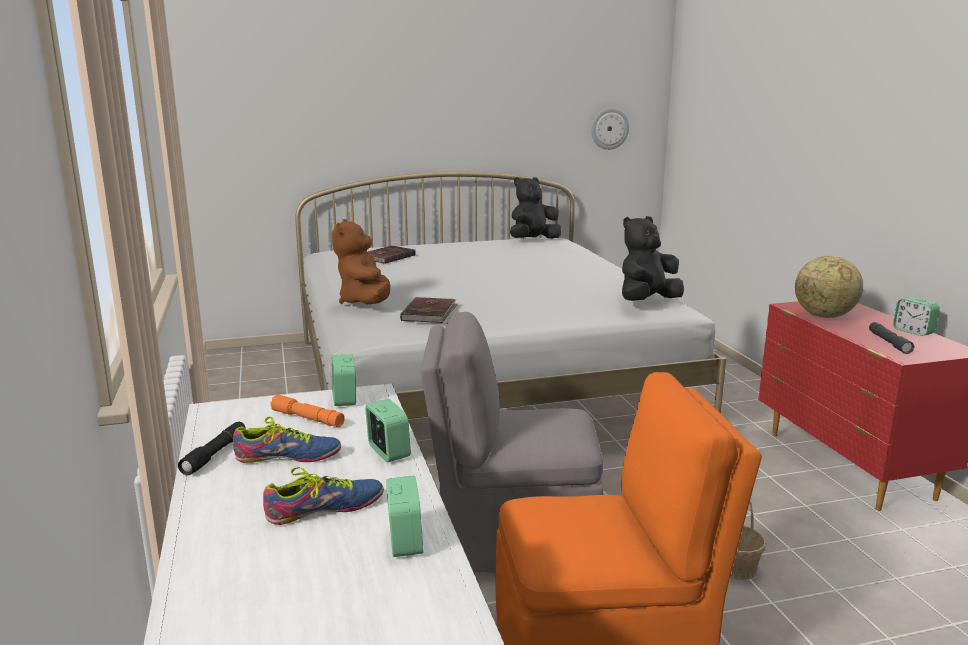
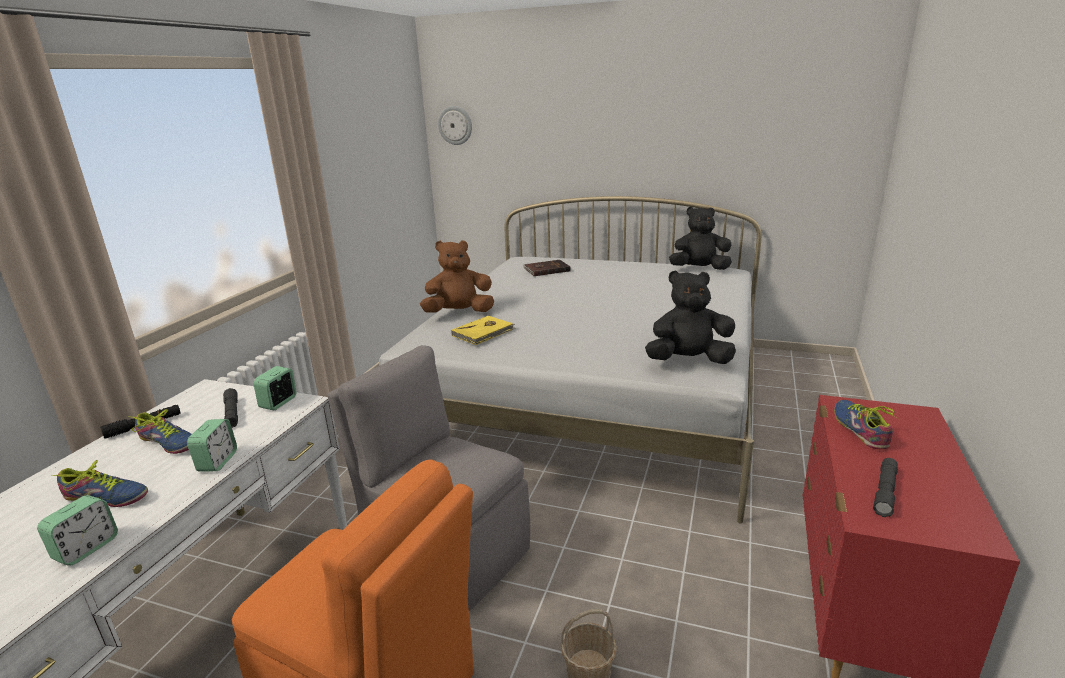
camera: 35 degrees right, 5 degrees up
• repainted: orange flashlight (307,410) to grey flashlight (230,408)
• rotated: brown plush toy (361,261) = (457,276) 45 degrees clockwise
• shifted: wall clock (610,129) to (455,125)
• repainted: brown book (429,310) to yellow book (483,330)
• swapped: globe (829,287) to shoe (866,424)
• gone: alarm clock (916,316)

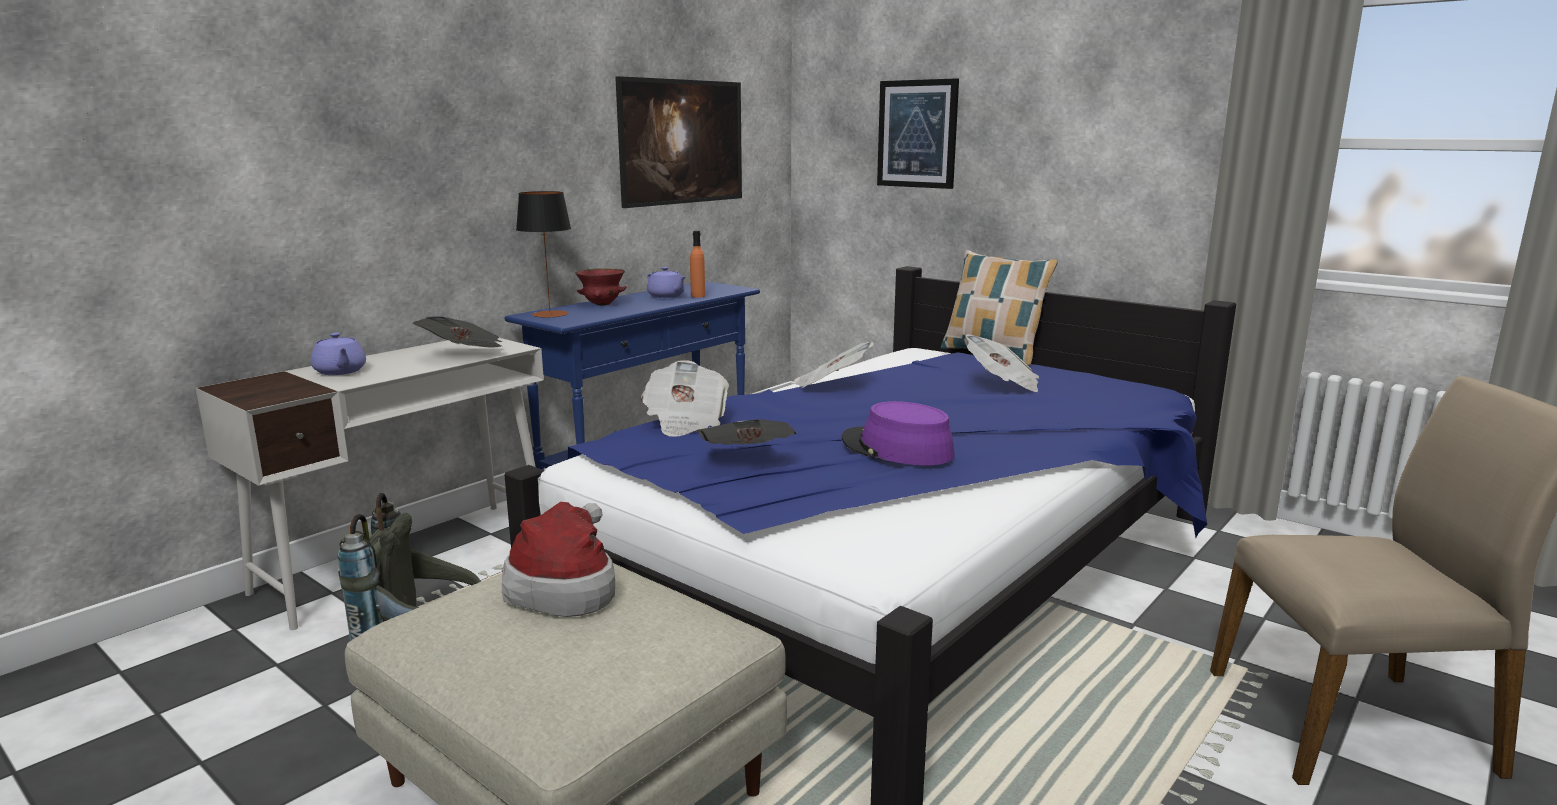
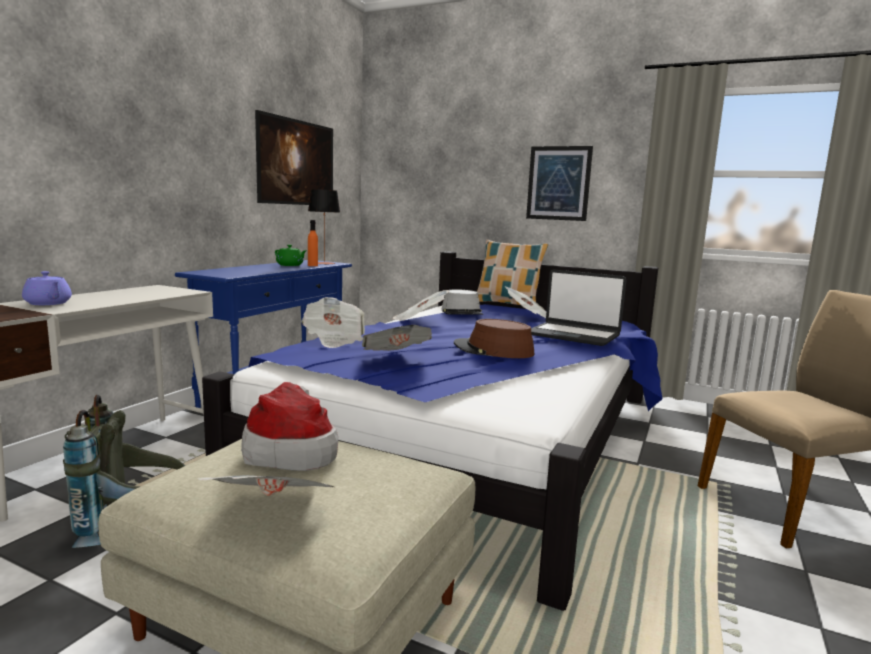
camera: 15 degrees left, 5 degrees down
• shifted: newspaper (457,331) to (265,485)
• repainted: purple teapot (666,282) to green teapot (290,255)
• shifted: table lamp (543,254) to (324,227)
• new: grey hat (462,302)
• repainted: purple hat (898,433) to brown hat (494,338)
• shifted: picture (918,133) to (559,183)
• new: laptop (578,307)
• gone: red bowl (600,287)

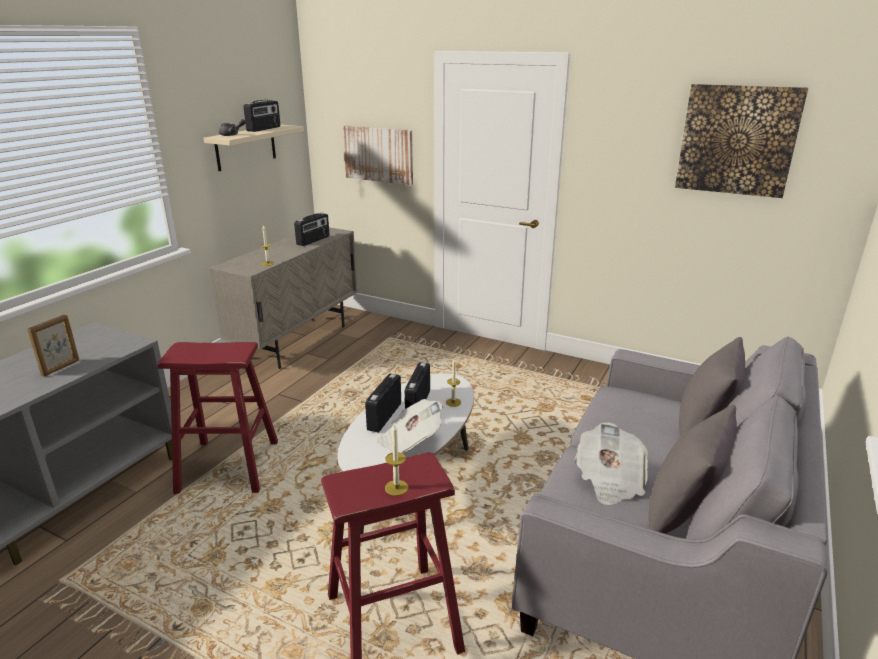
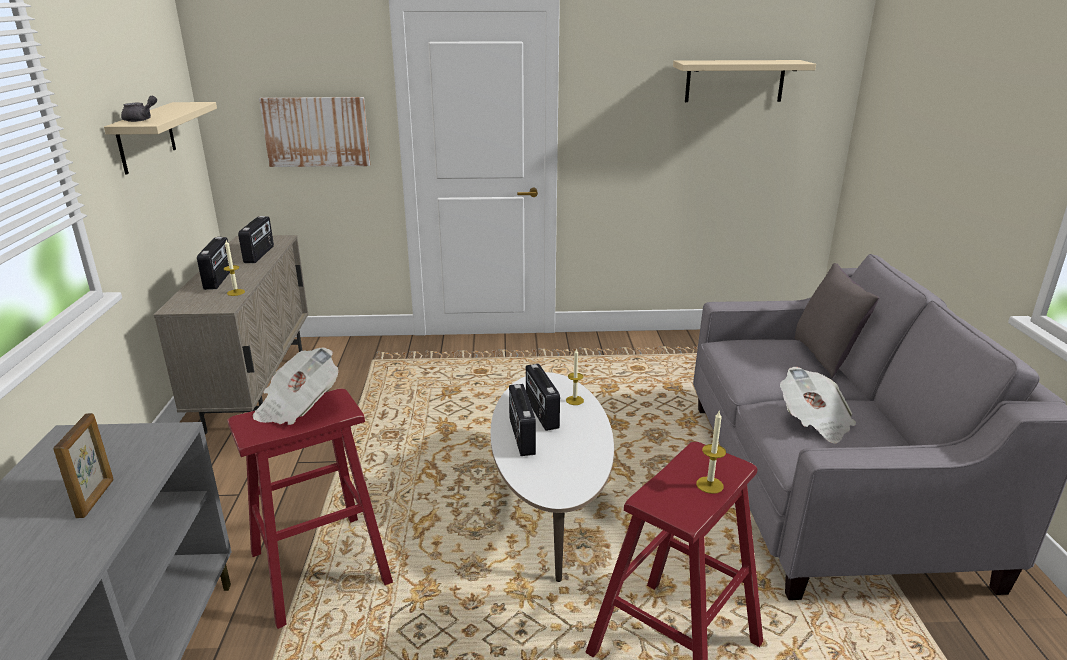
camera: 30 degrees left, 0 degrees up
• shifted: radio (261,116) to (213,263)
• shifted: newspaper (410,426) to (296,386)
• swapped: picture (741,141) to beige shelf (744,81)
• gone: grey pillow (692,469)

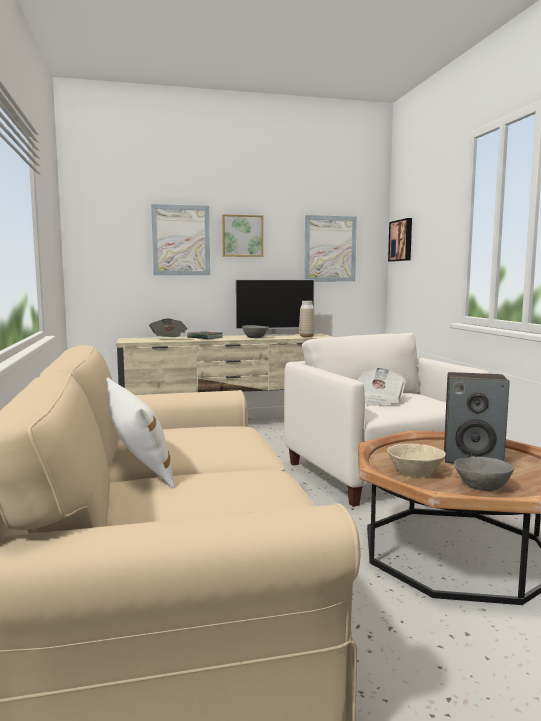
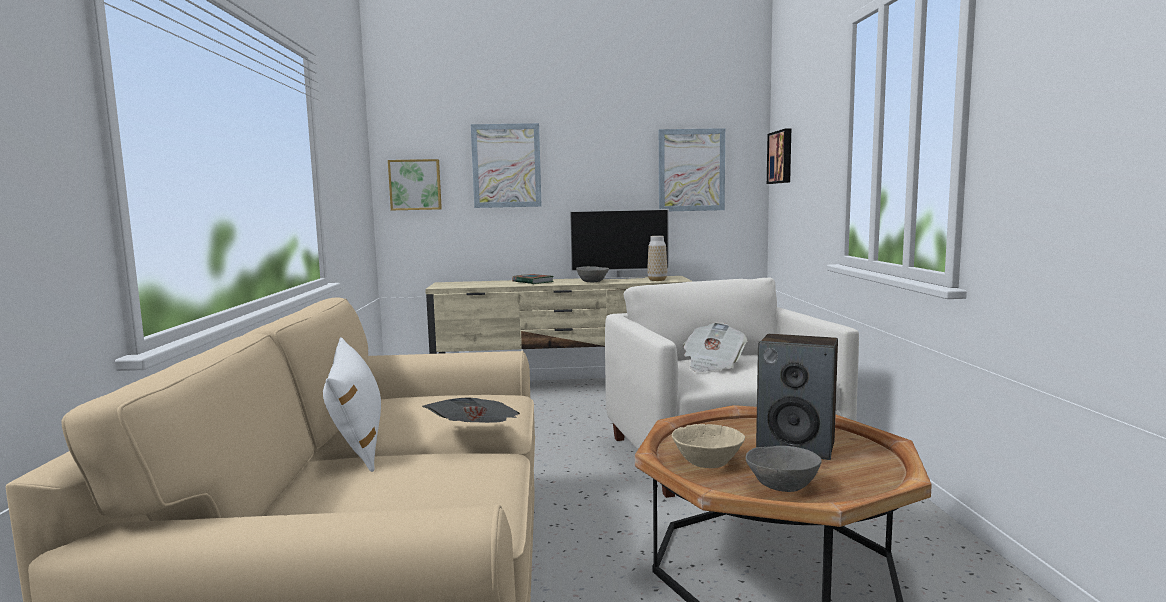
camera: 10 degrees right, 0 degrees up
• shifted: picture (242,235) to (415,184)
• shifted: newspaper (168,327) to (471,410)

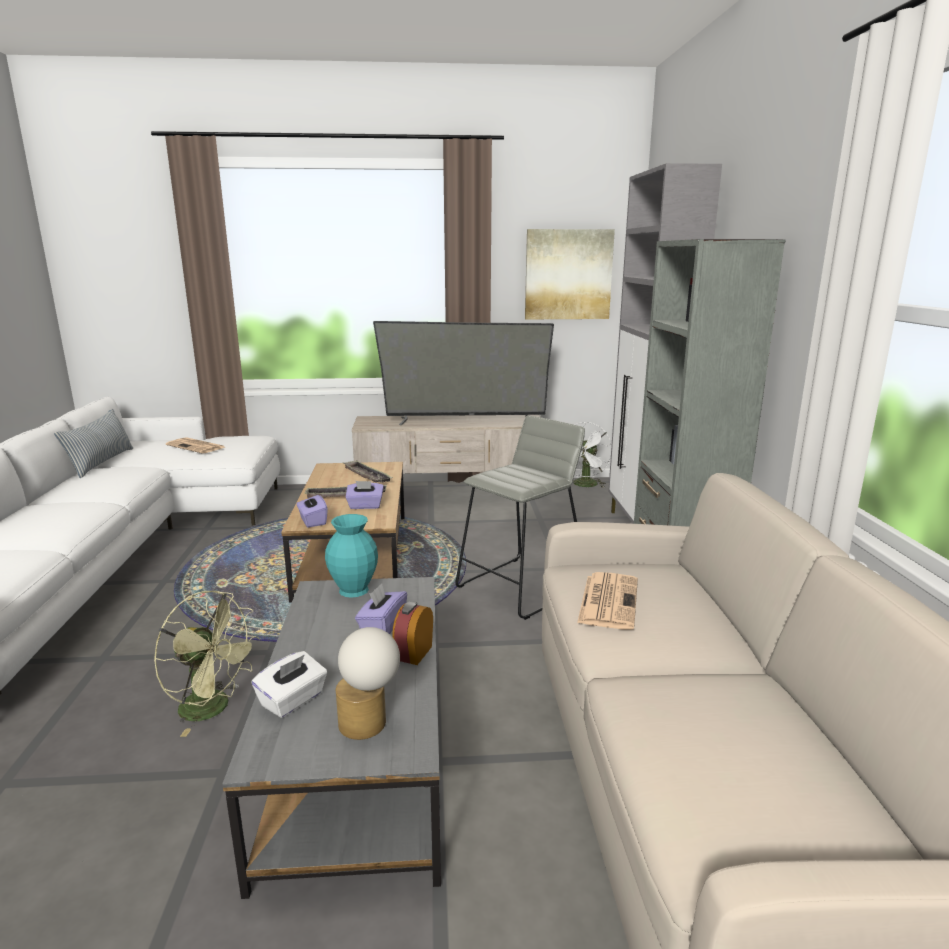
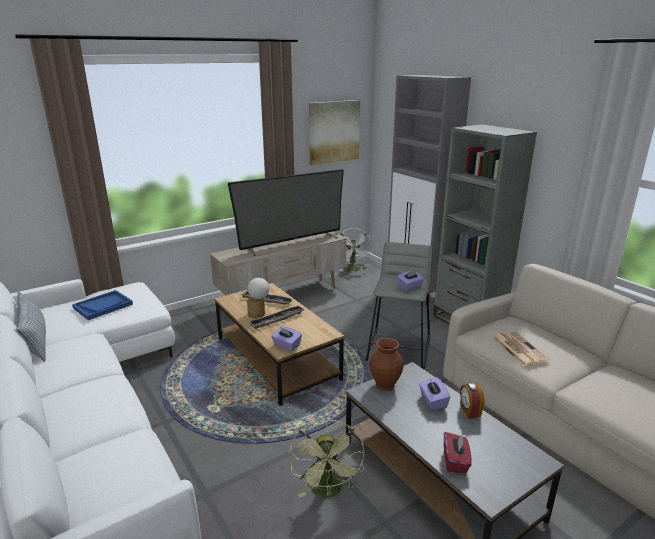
camera: 30 degrees left, 5 degrees up
• swapped: newspaper (195,445) to blue tray (102,305)
• shifted: table lamp (368,683) to (258,298)
• rotated: green fan (207,664) = (326,458) 90 degrees clockwise
• repainted: turquoise vase (351,556) to brown vase (386,364)
• shifted: purple tissue box (365,495) to (410,281)
• repainted: white tissue box (289,684) to red tissue box (458,452)

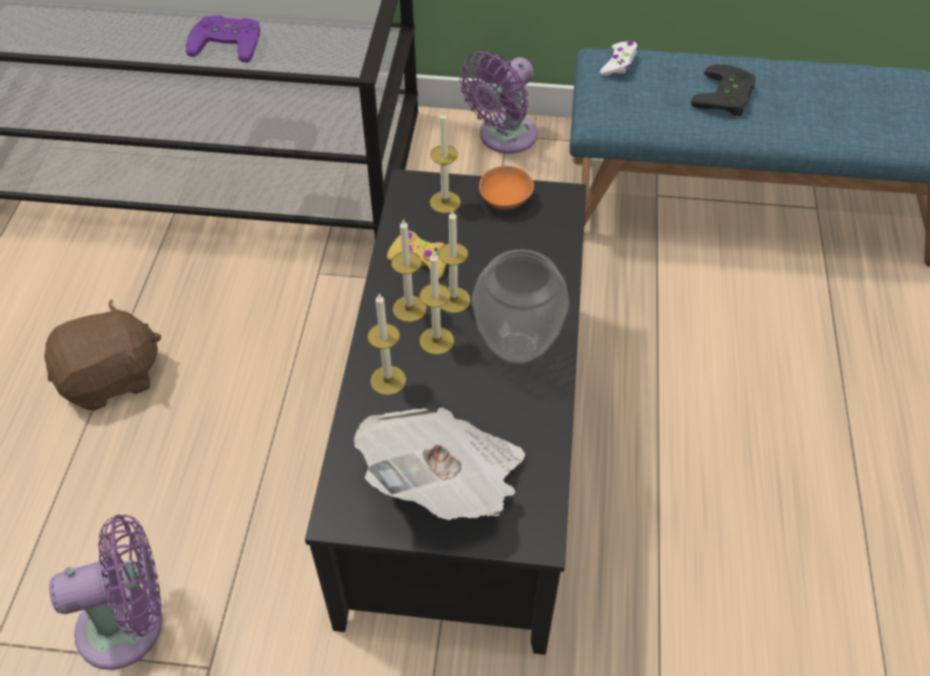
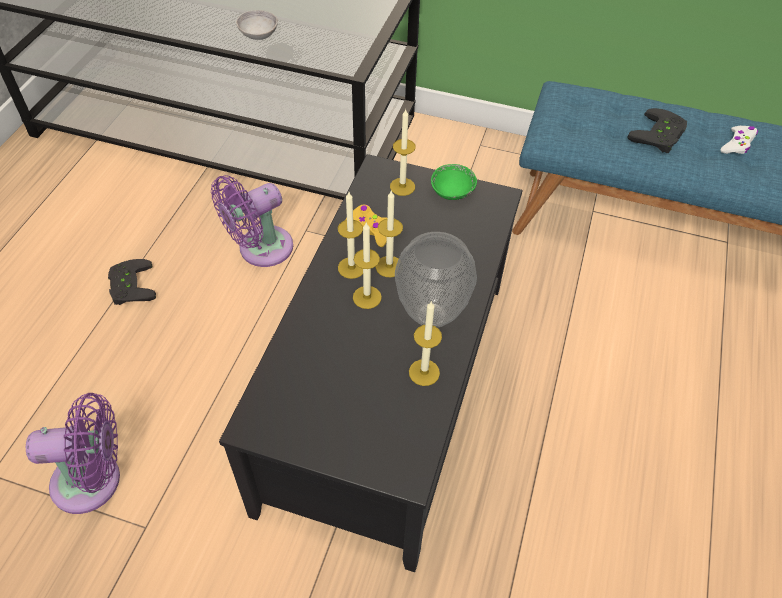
camera: 10 degrees right, 0 degrees up
• swapped: brown plush toy (102,354) to black game controller (132,282)
• shifted: purple fan (498,102) to (252,221)
• swapped: purple game controller (223,39) to grey bowl (257,25)
• shifted: candle (386,344) to (425,344)
• repainted: orange bowl (506,188) to green bowl (454,182)
• shifted: white game controller (619,58) to (739,140)
• gone: newspaper (439,463)

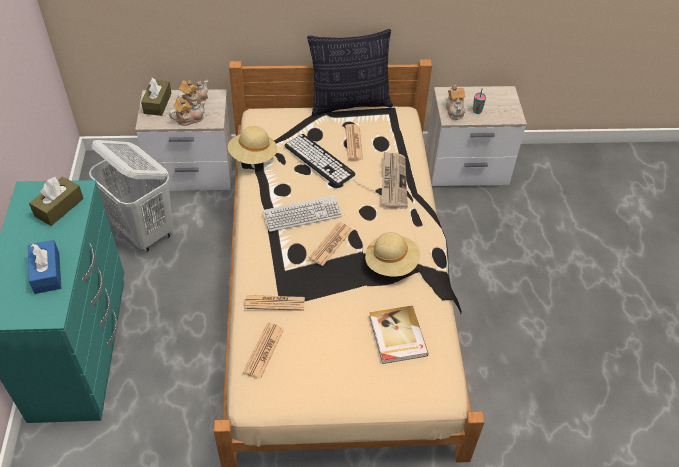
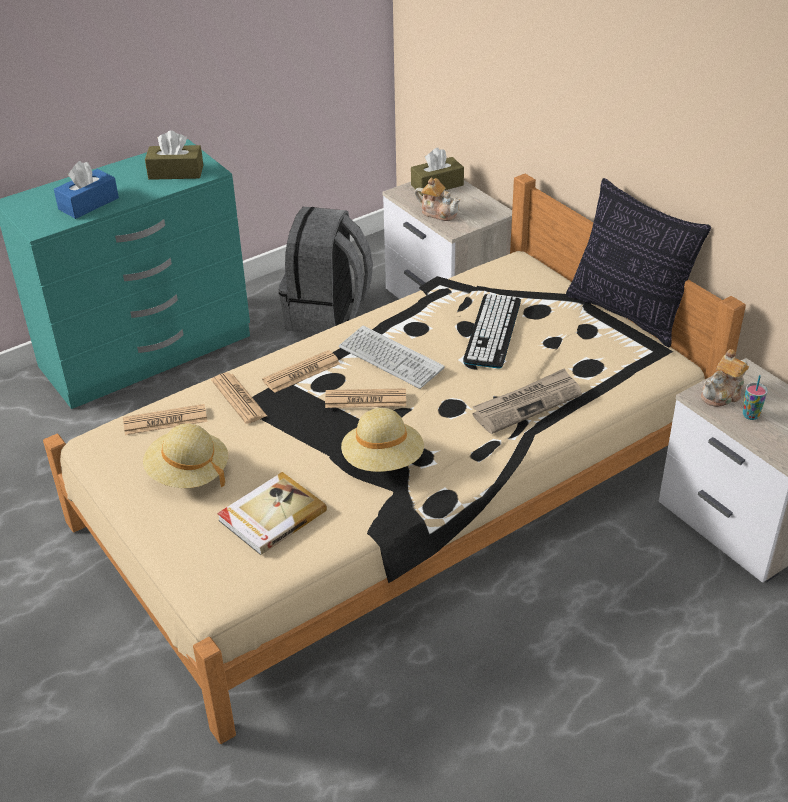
camera: 60 degrees right, 10 degrees down
• shifted: beige hat (252,145) to (185,455)
• shifted: newspaper (354,142) to (301,371)
• swapped: white laundry basket (131,196) to grey backpack (326,270)
• gone: teapot (192,93)

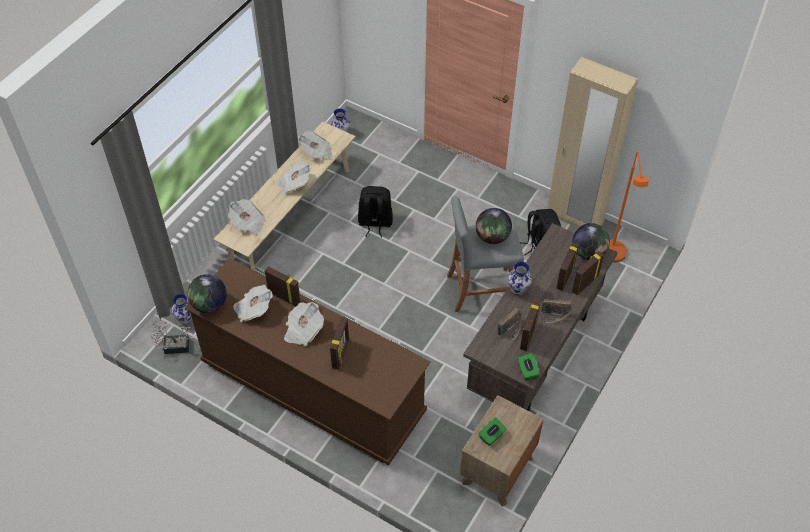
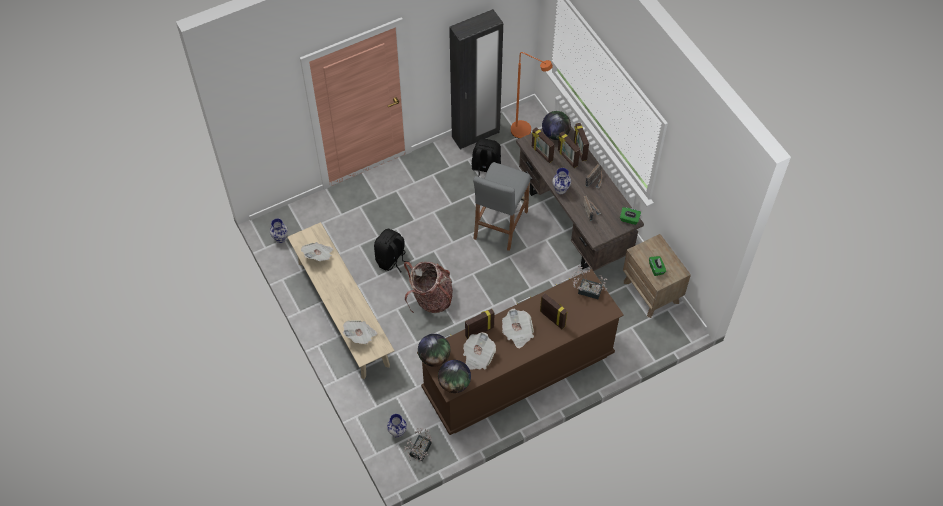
camera: 60 degrees left, 5 degrees up
• new: backpack (428,287)
• shifted: globe (494,226) to (434,350)
• repainted: beige wardrobe (592,142) to black wardrobe (476,79)
• shifted: picture frame (530,326) to (543,145)
• new: potted plant (590,282)
• gone: newspaper (293,177)

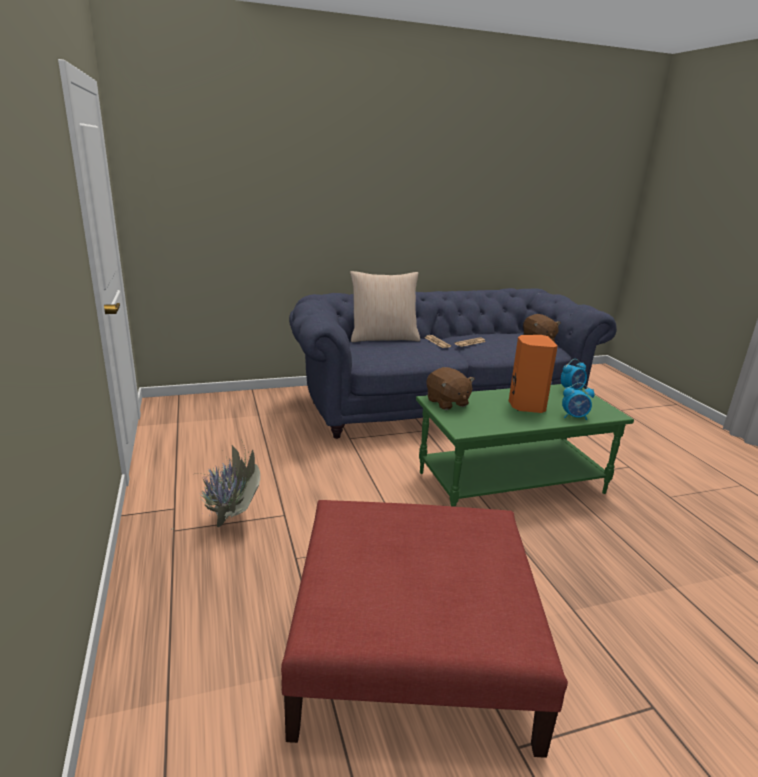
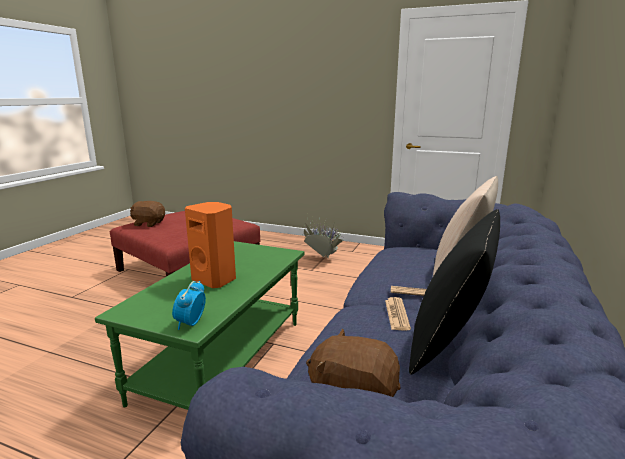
camera: 130 degrees right, 5 degrees down
• shifted: brown plush toy (451,388) to (147,214)
• new: black pillow (454,292)
• gone: alarm clock (578,401)

